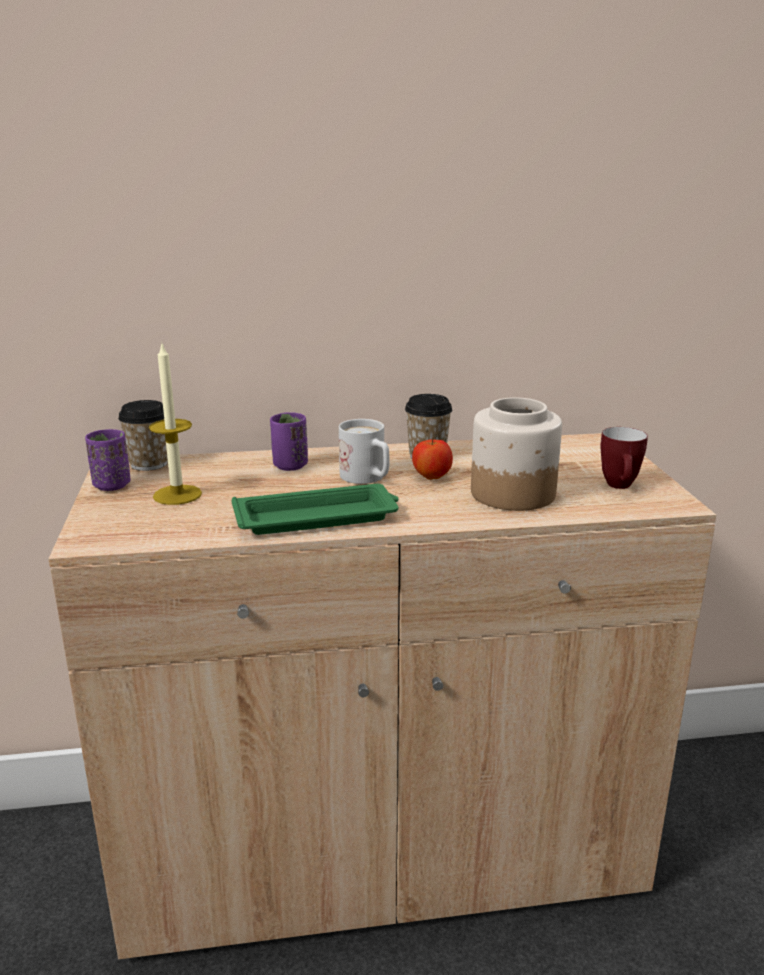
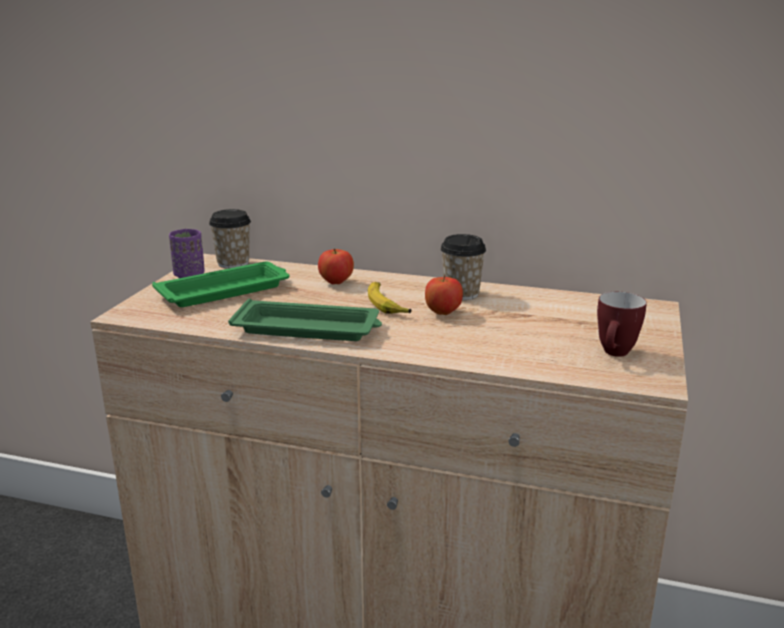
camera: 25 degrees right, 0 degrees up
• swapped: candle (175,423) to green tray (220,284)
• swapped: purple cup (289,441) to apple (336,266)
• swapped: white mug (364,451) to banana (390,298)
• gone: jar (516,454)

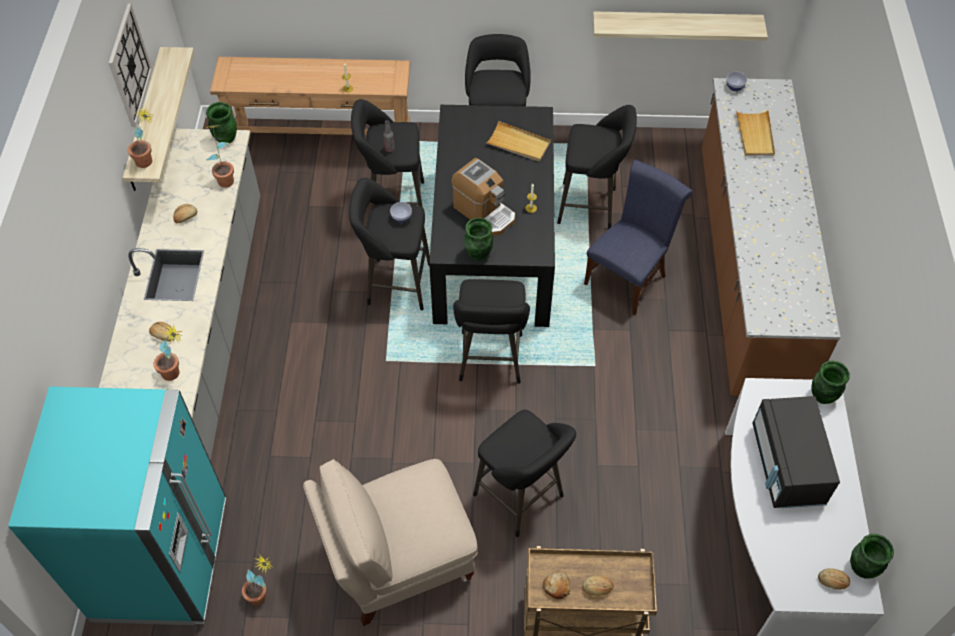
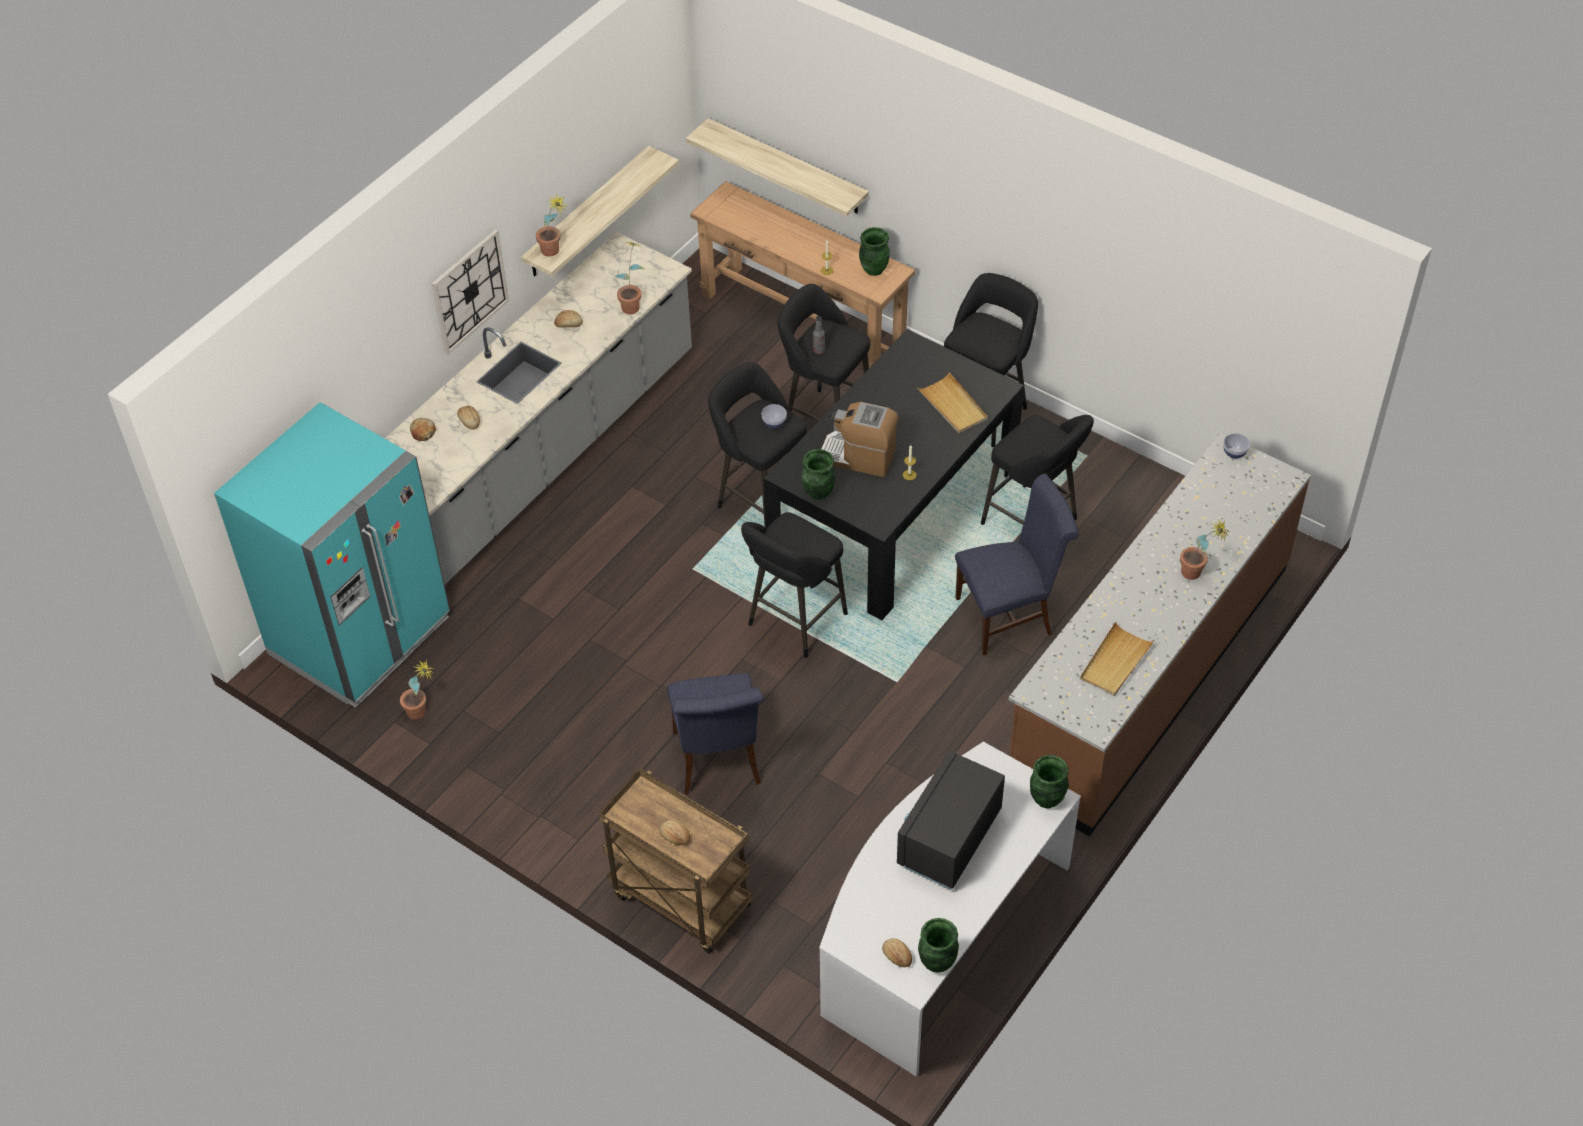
camera: 35 degrees right, 5 degrees down
• shifted: bread (557,585) to (423,429)
• shifted: wall clock (130,65) to (470,292)
• swapped: black stool (524,473) to blue chair (715,734)
• shifted: shelf (680,26) to (777,167)
• rotated: coffee machine (483,197) = (860,439) 120 degrees clockwise
• shifted: green vase (221,122) to (874,251)
• shifted: beige tray (755,133) to (1117,659)
• shifted: potted plant (168,352) to (1205,549)
• gone: beige chair (390,542)

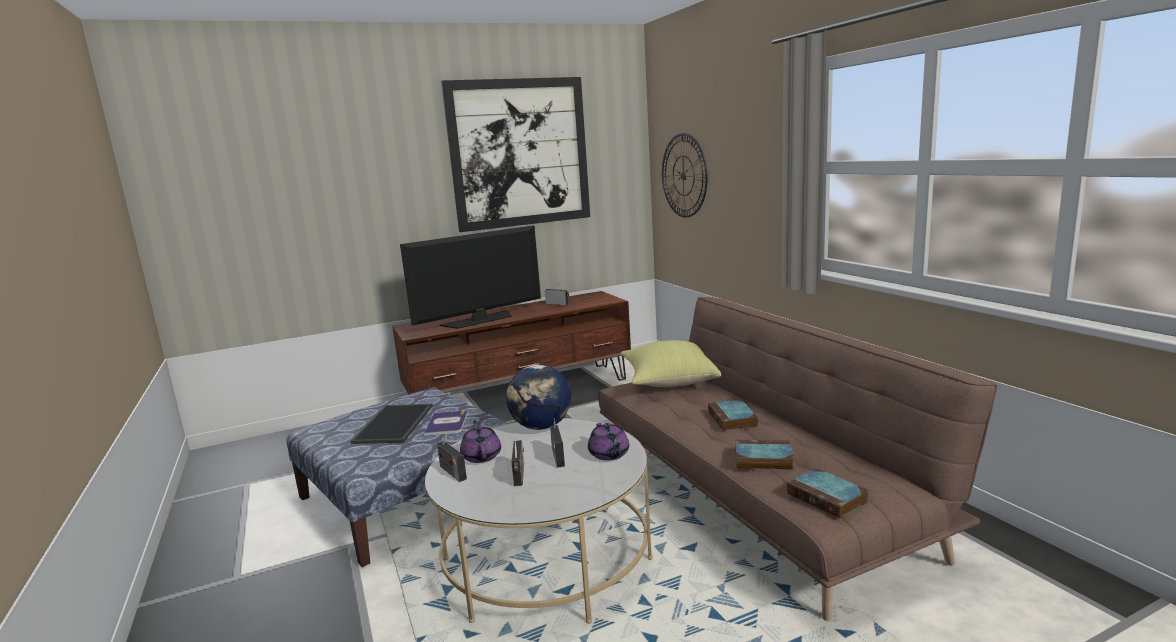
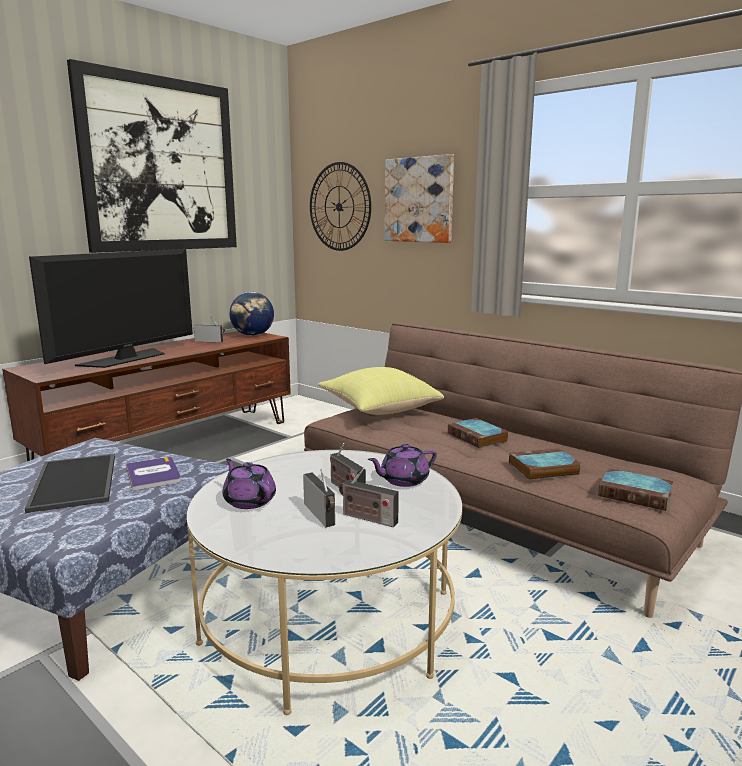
camera: 25 degrees left, 0 degrees up
• shifted: globe (538,397) to (251,314)
• shifted: radio (452,458) to (369,497)
• rotated: purple teapot (608,441) = (402,465) 105 degrees clockwise
• new: picture (419,198)

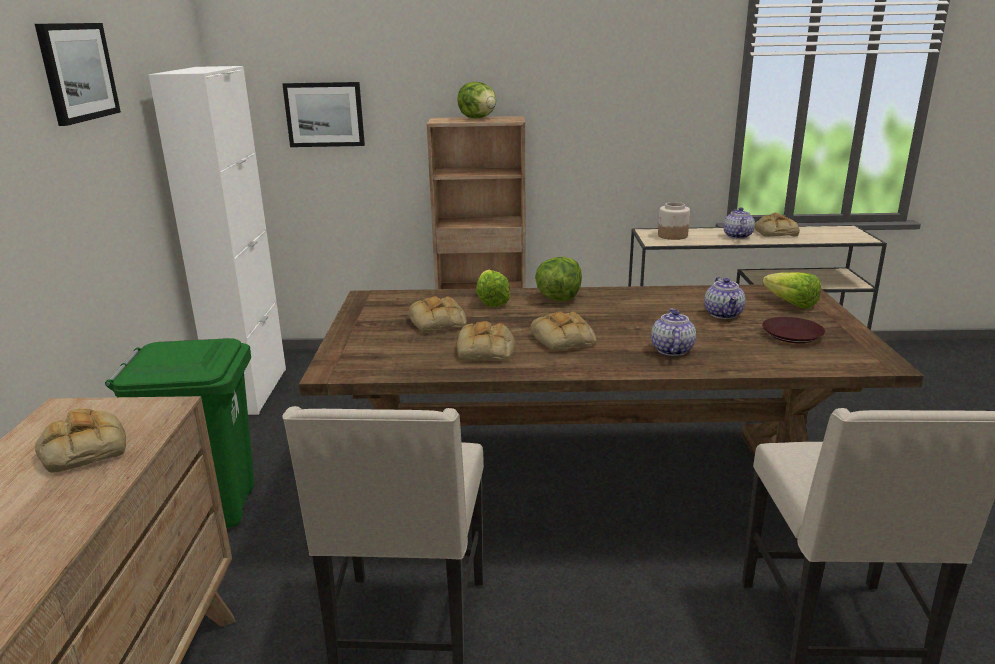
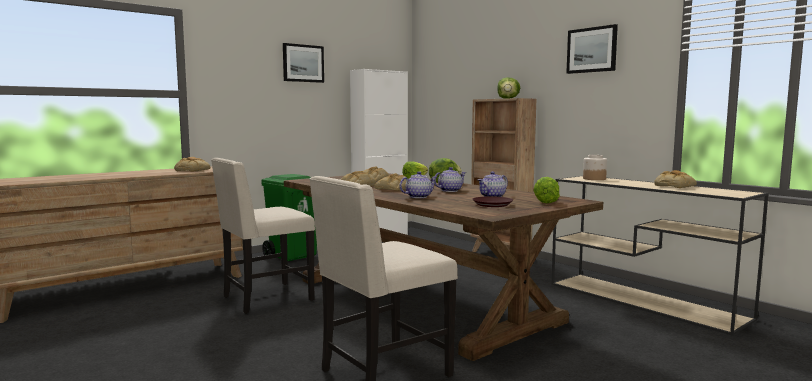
camera: 50 degrees right, 15 degrees down
• shifted: teapot (739,223) to (450,179)
• shifted: picture (323,114) to (592,49)

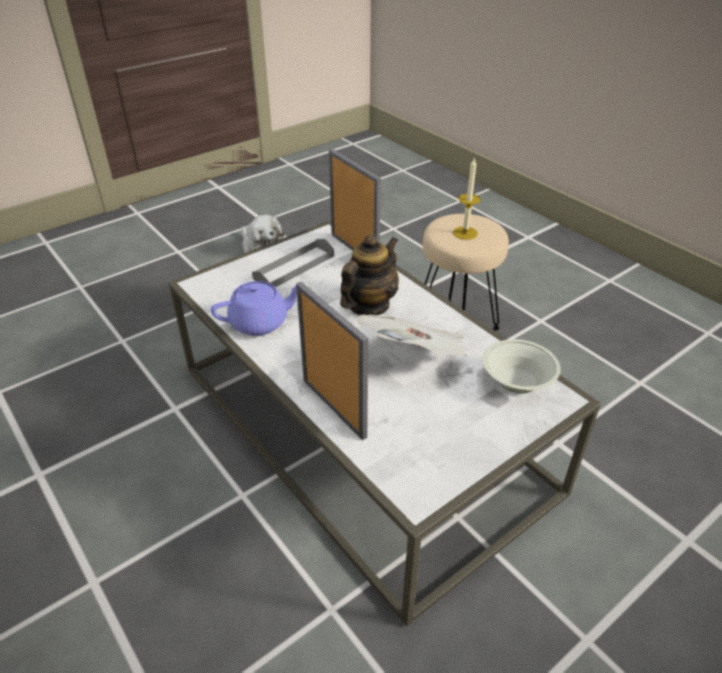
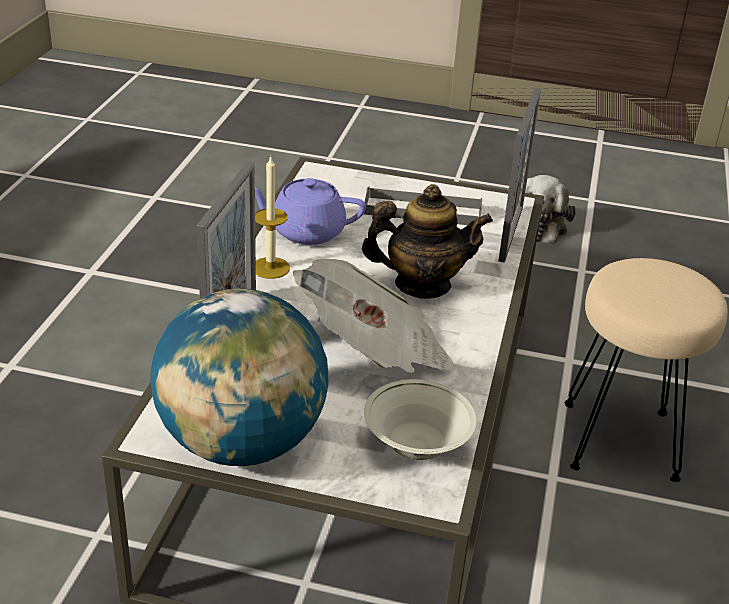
camera: 50 degrees right, 5 degrees down
• new: globe (239,377)
• shifted: candle (466,198) to (272,217)
• rotated: purple teapot (258,308) = (310,211) 150 degrees clockwise

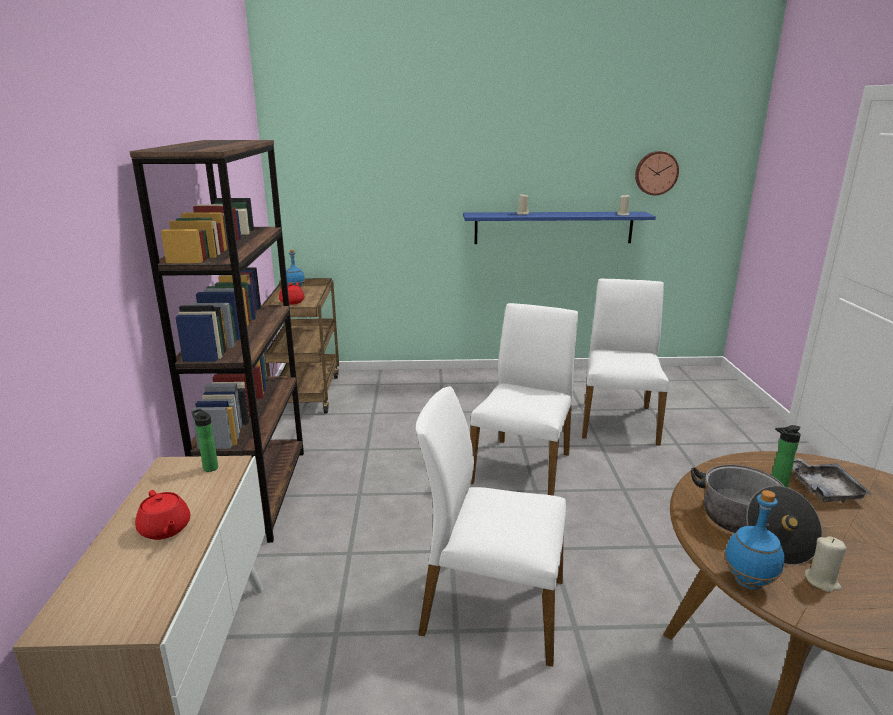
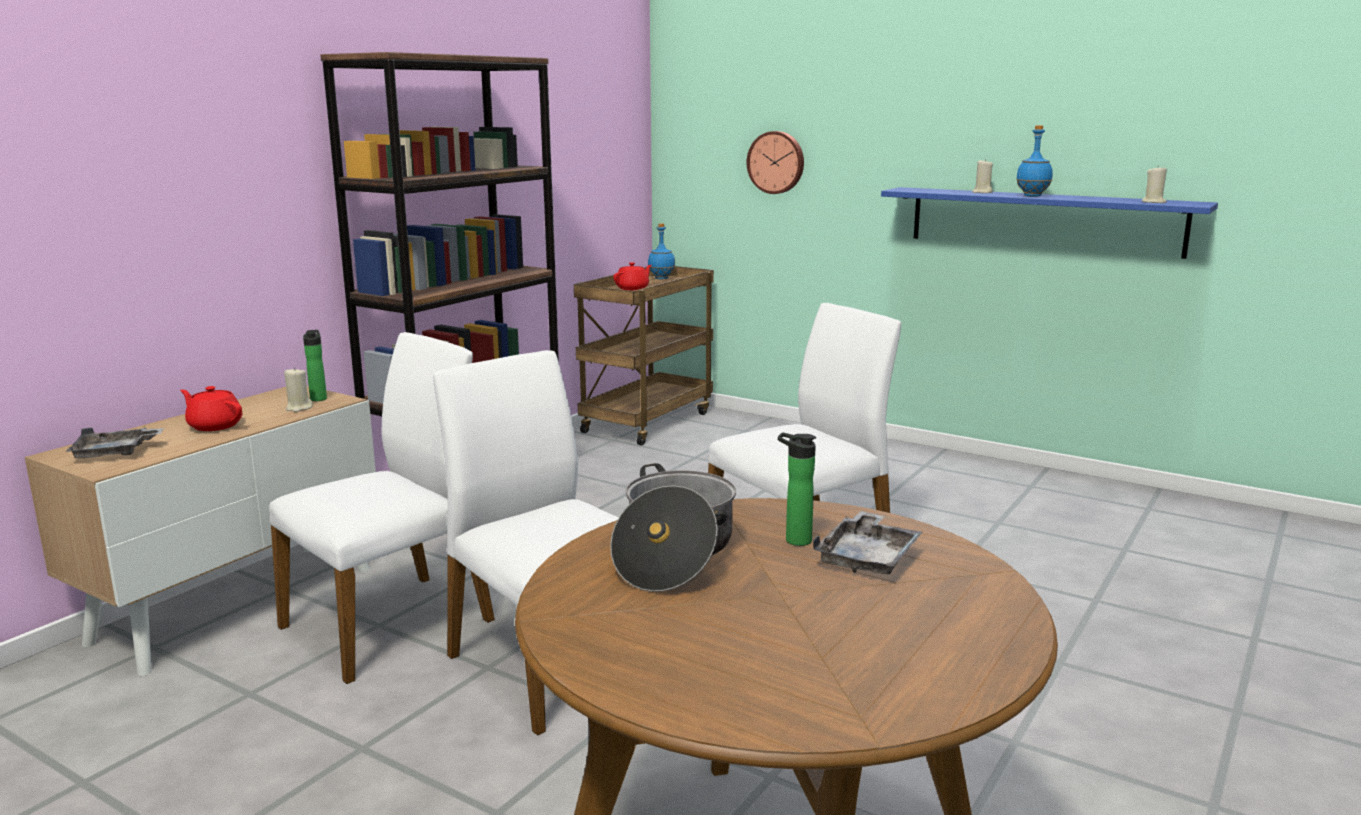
camera: 35 degrees right, 5 degrees down
• new: grey tray (115,443)
• rotated: red teapot (162,515) = (211,408) 120 degrees clockwise
• shifted: white chair (625,362) to (382,508)
• shifted: beige candle (826,564) to (298,389)
• shifted: wall clock (657,173) to (775,162)
• shifted: blue bottle (754,539) to (1034,161)

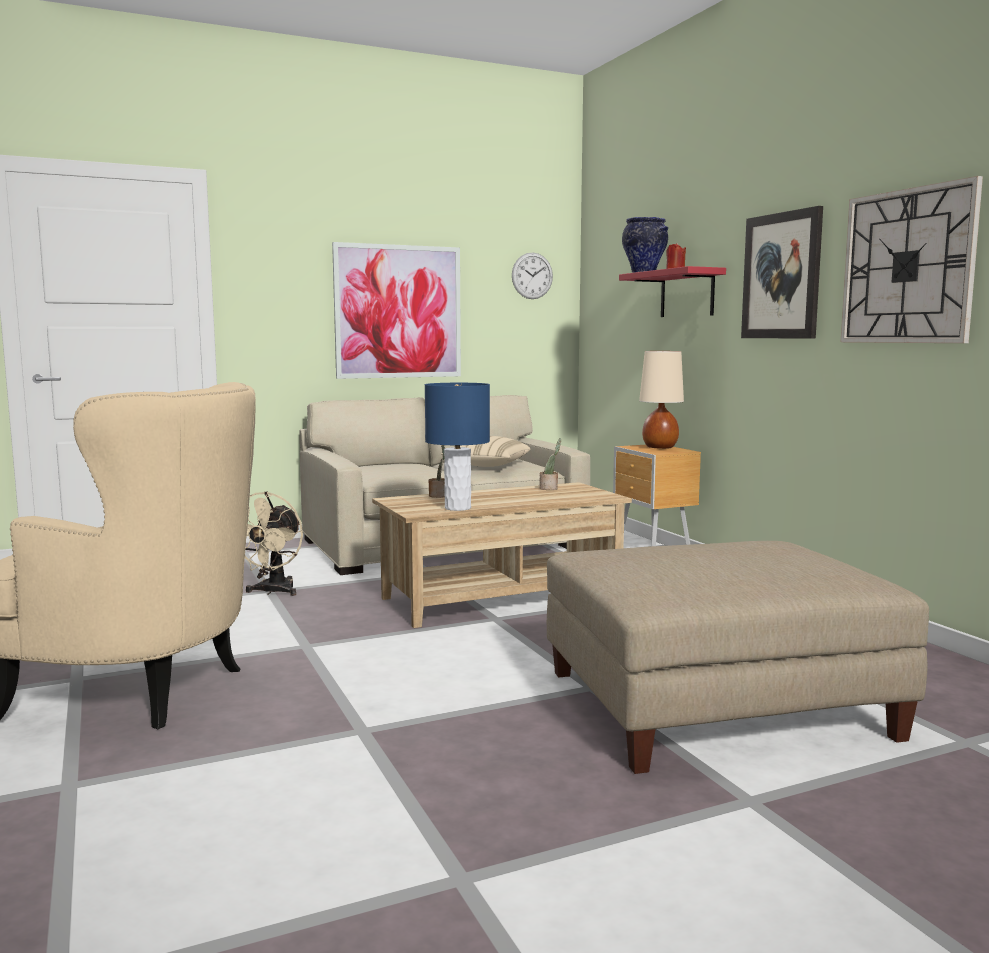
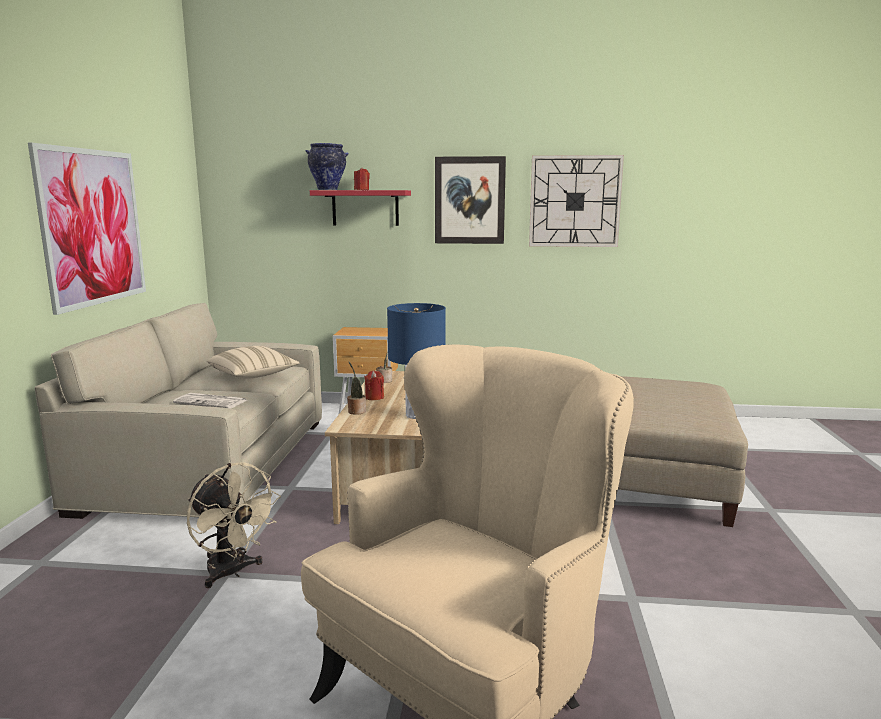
camera: 60 degrees left, 5 degrees up
• new: newspaper (210,401)
• new: red candle (374,385)
• gone: wall clock (532,275)
• gone: beige table lamp (661,400)

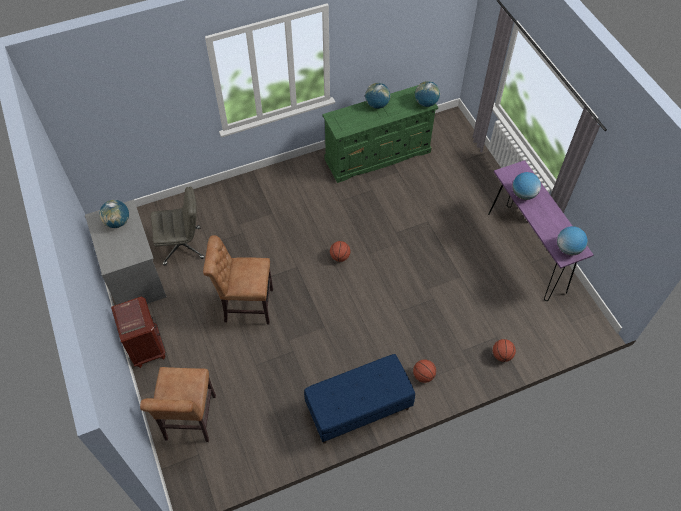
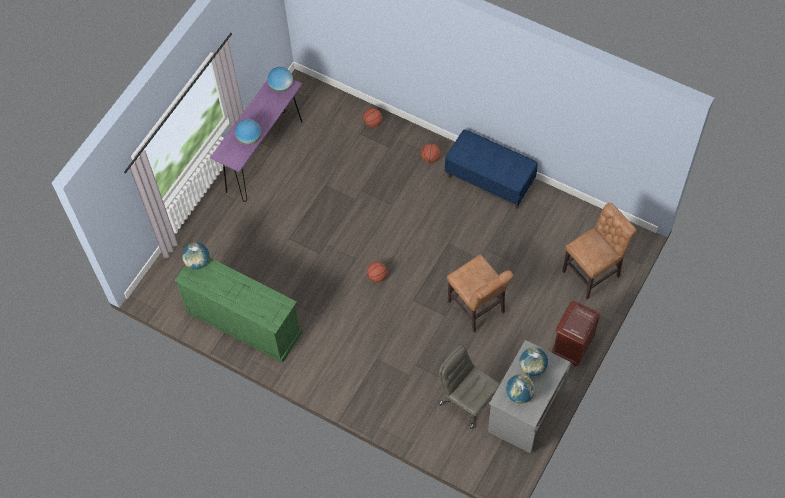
camera: 125 degrees left, 5 degrees up
• shifted: globe (378,96) to (534,361)

